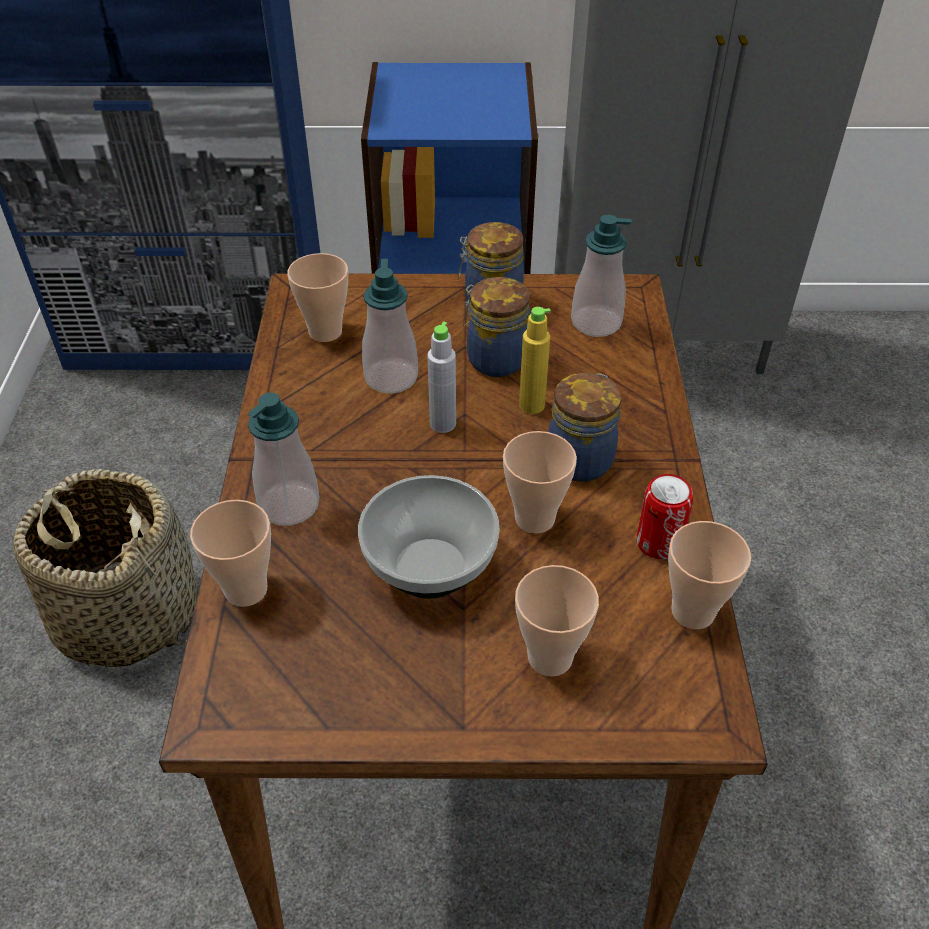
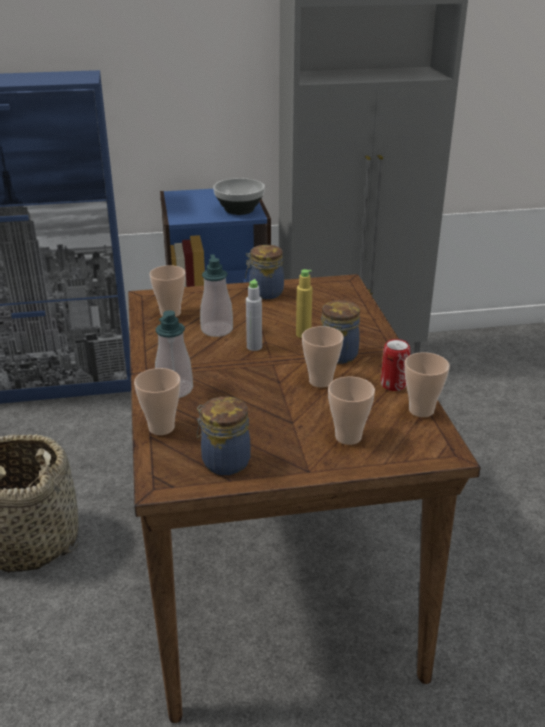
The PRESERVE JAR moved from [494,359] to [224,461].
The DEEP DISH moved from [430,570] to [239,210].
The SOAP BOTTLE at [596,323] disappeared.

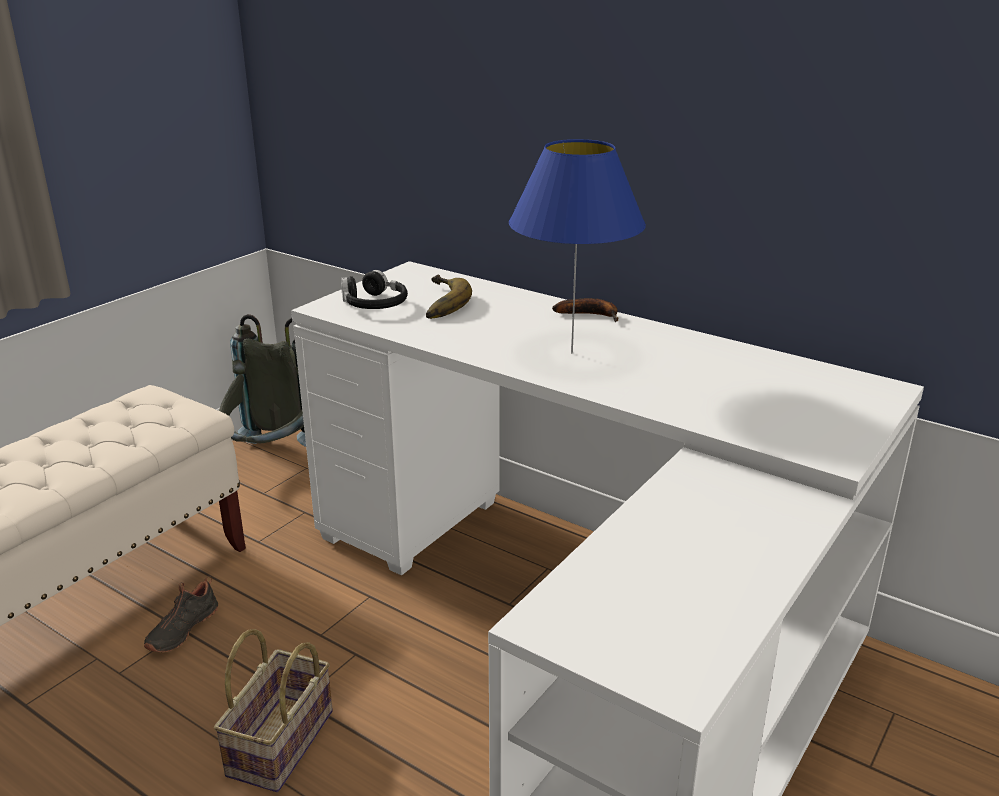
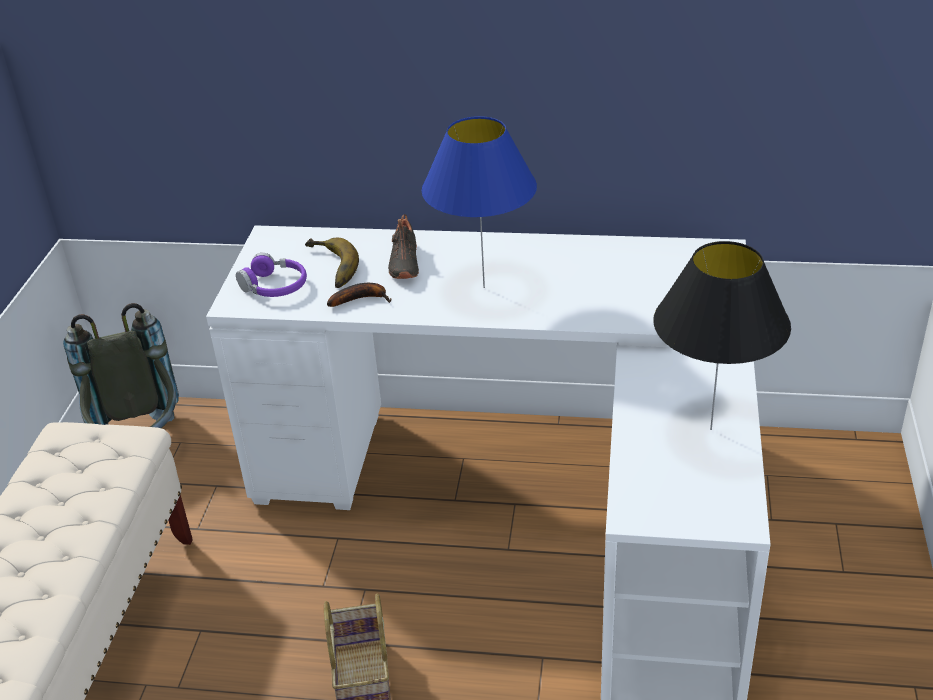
The BLACK-COLOURED HEADPHONES at [374,304] became the PURPLE-COLOURED HEADPHONES at [274,286].
The BANANA FRUIT moved from [591,315] to [361,299].
The BLACK-COLOURED LOW SHOE moved from [181,629] to [403,263].
The BLACK-COLOURED TABLE LAMP at [710,429] appeared.

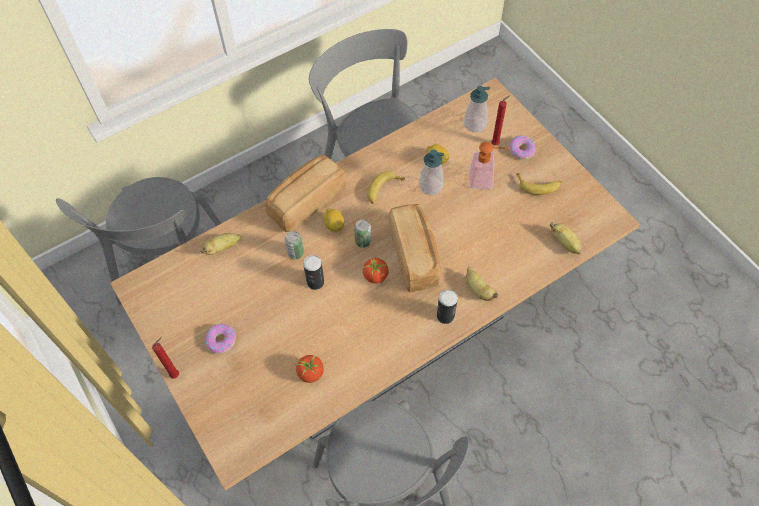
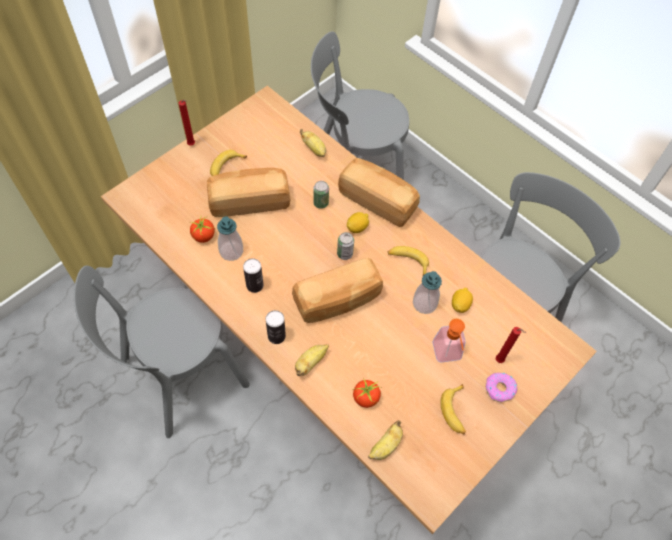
The BAKED BREAD at [249,201] appeared.
The DONUT at [221,340] was replaced by the BANANA FRUIT at [226,167].
The SOAP BOTTLE moved from [475,124] to [231,251].
The SEALED CAN moved from [315,282] to [254,285].
The WHOLE TOMATO moved from [376,276] to [365,398].

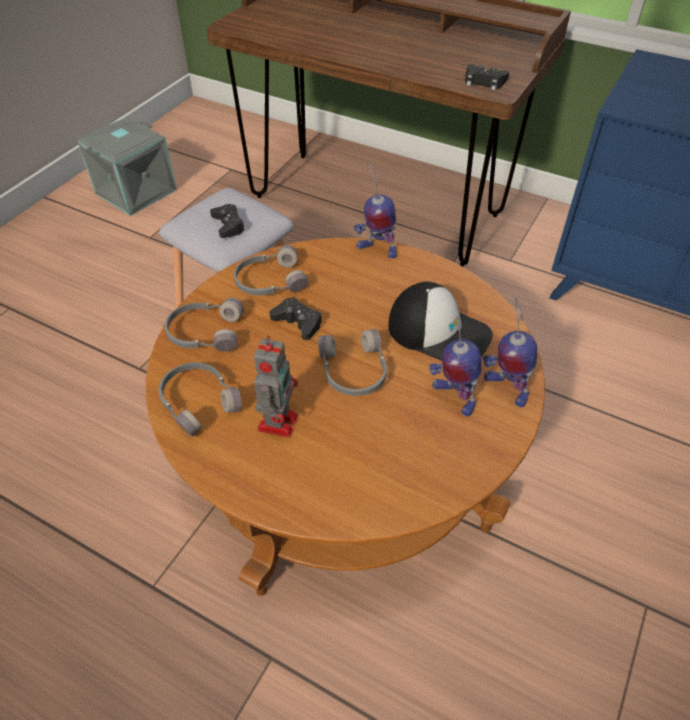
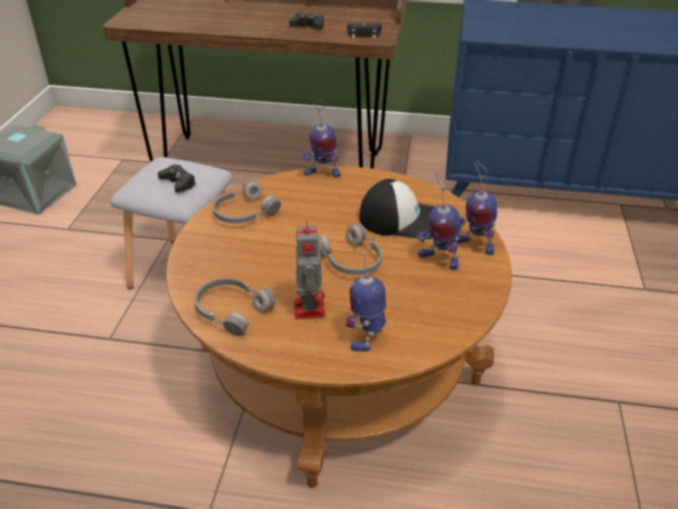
The BLACK-COLOURED GAMEPAD moved from [298,323] to [308,26].
The MODEL ROBOT at [367,335] appeared.
The GREY HEADPHONES at [205,332] disappeared.

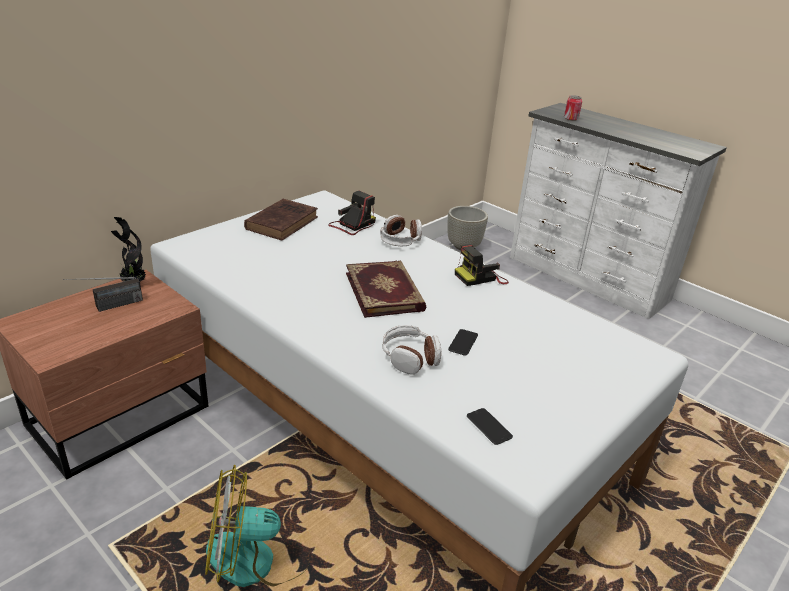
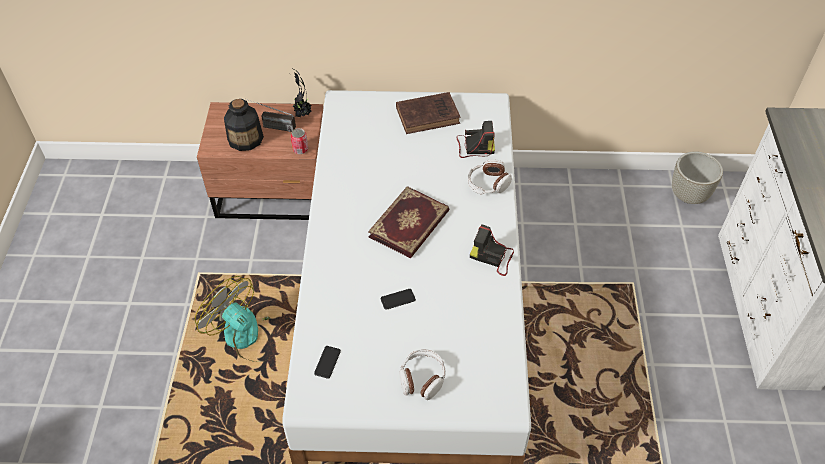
The BOTTLE at [246,139] appeared.
The SEALED CAN moved from [570,119] to [300,149].
The HEADPHONES moved from [410,357] to [422,378].

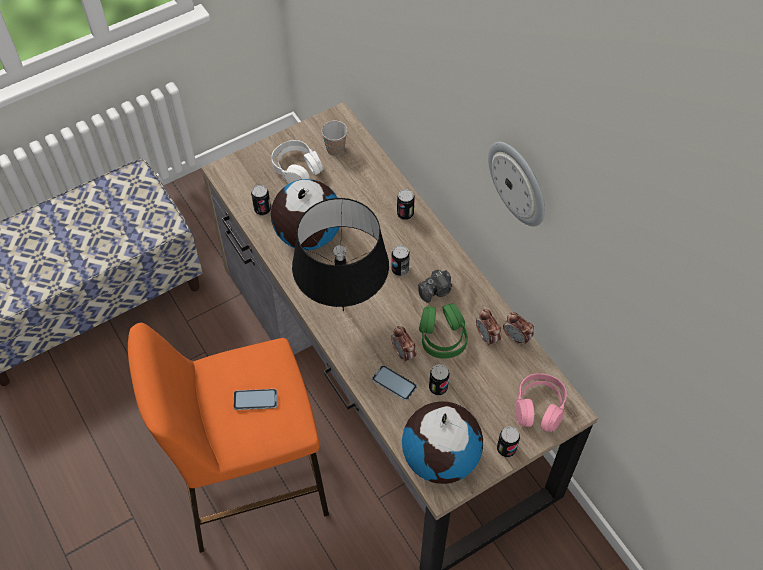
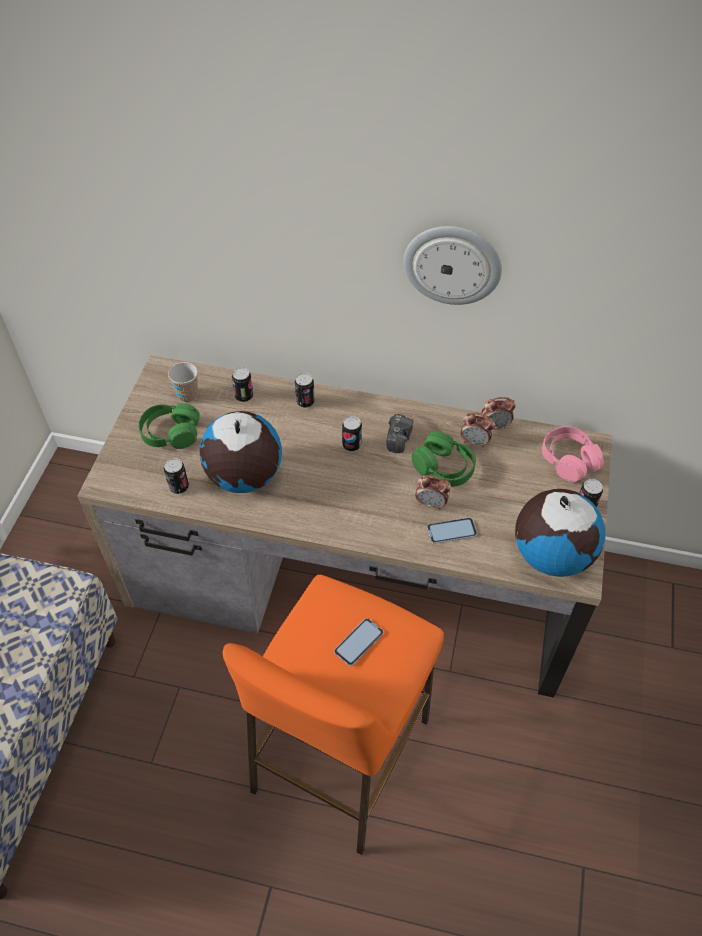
The WHITE HEADPHONES at [296,168] became the GREEN HEADPHONES at [171,433].
The SEALED CAN moved from [438,387] to [244,396].
The BLACK-COLOURED TABLE LAMP at [343,310] disappeared.

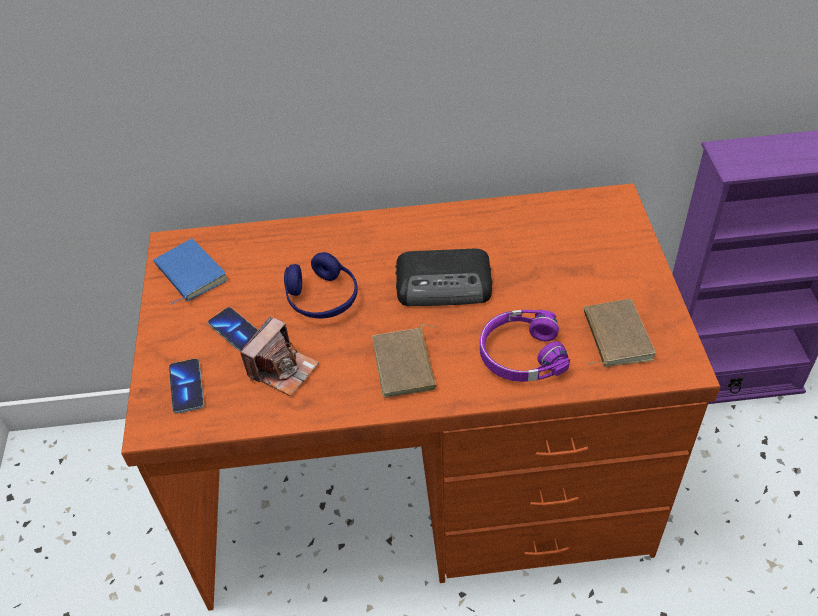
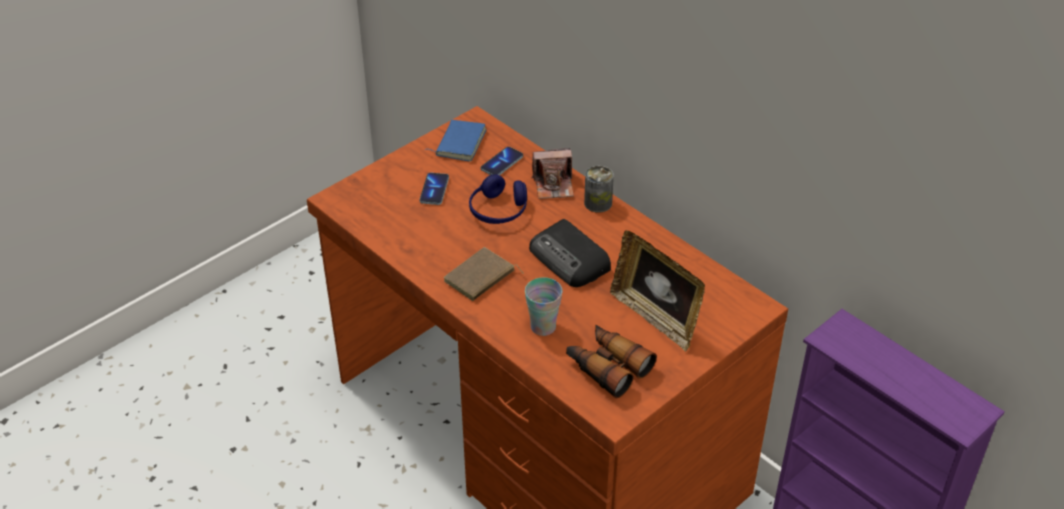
The TELEPHONE moved from [186,387] to [502,163].
The PURPLE-COLOURED HEADPHONES at [520,354] was replaced by the SMALL CUP at [543,327].
The STILL CAMERA moved from [283,369] to [554,185].
The BROWN-COLOURED VOLUME at [614,336] was replaced by the PAIR OF BINOCULARS at [607,367].
The SEALED CAN at [598,203] appeared.
The STANDING FRAME at [655,317] appeared.

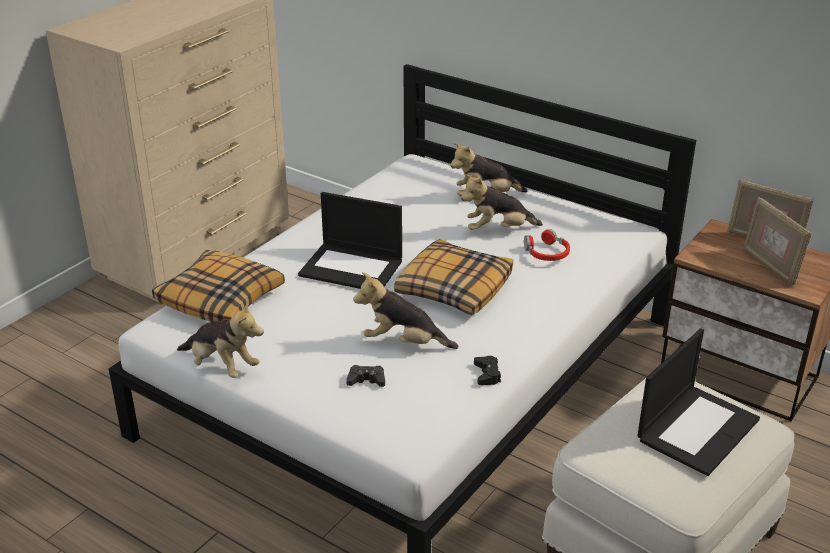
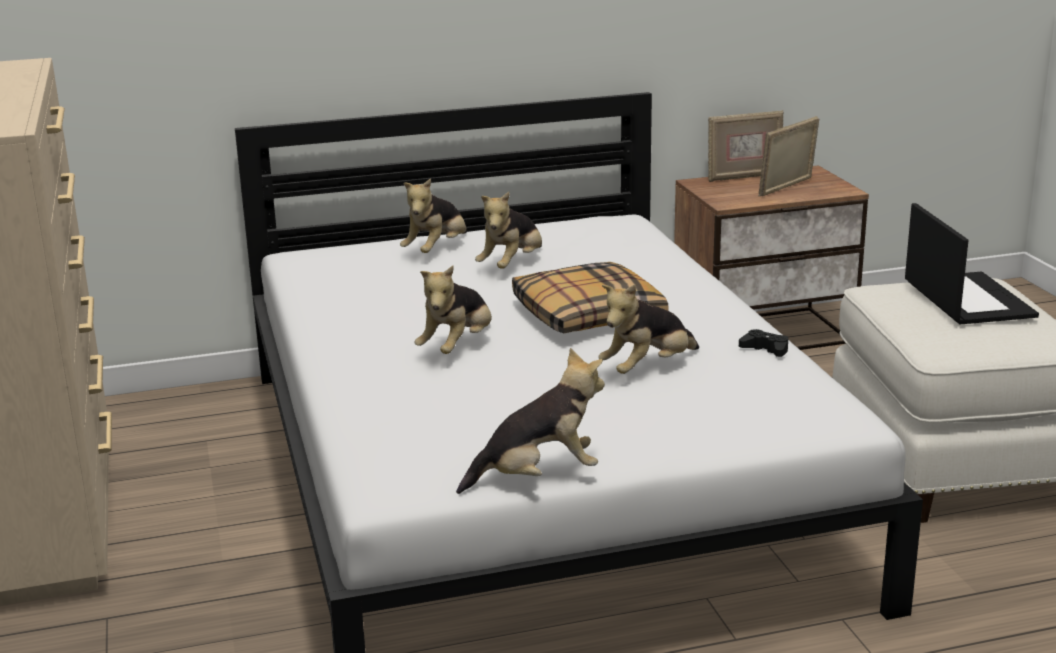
The NOTEBOOK COMPUTER at [352,268] was replaced by the SOFT TOY at [458,347].
The STANDING FRAME at [770,267] turned 120 degrees clockwise.
The PILLOW at [221,299] disappeared.
The BLACK-COLOURED GAMEPAD at [366,380] disappeared.
The RED-COLOURED HEADPHONES at [546,253] disappeared.

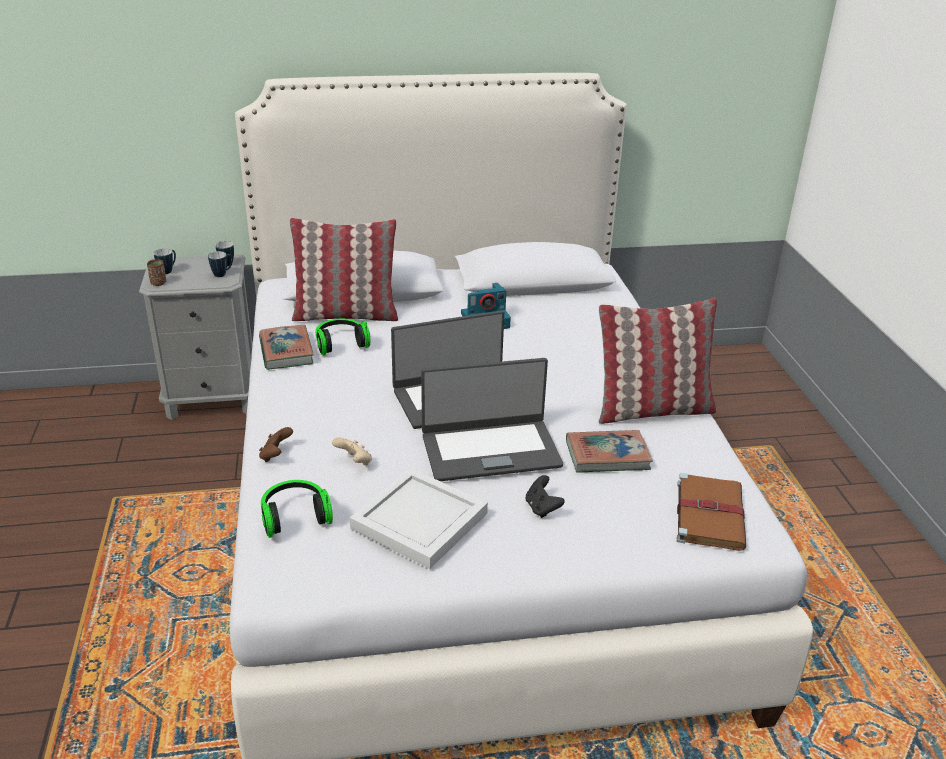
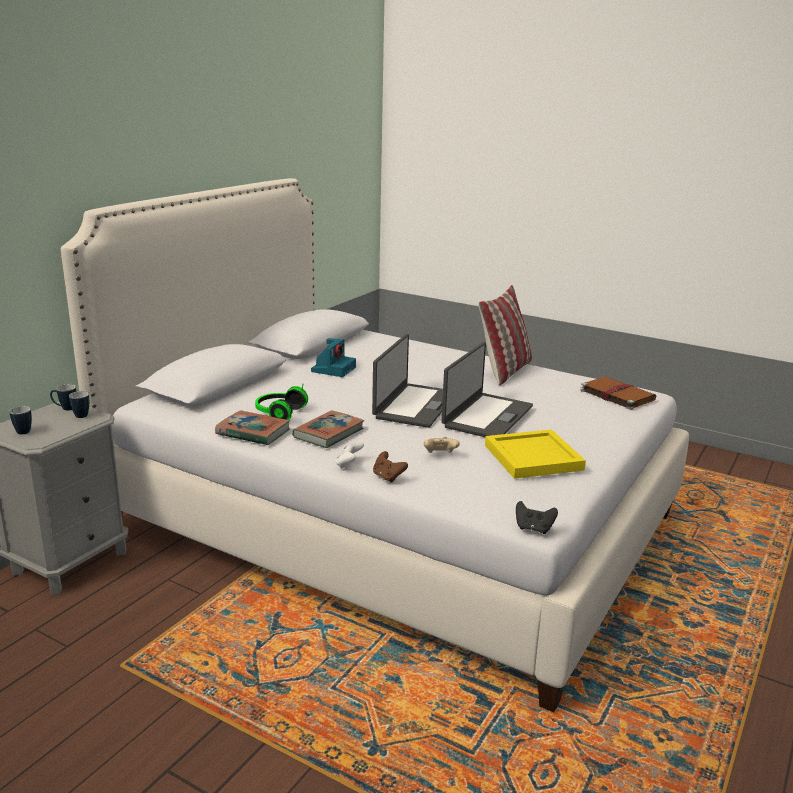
The VOLUME moved from [607,456] to [328,433].
The WHITE GAMEPAD at [349,465] appeared.
The WHITE SERVING TRAY at [417,521] became the YELLOW SERVING TRAY at [532,458].
The BLACK-COLOURED GAMEPAD moved from [542,508] to [533,528].
The BROWN-COLOURED SMALL CUP at [158,283] disappeared.
The HEADPHONES at [295,516] disappeared.
The PILLOW at [346,314] disappeared.

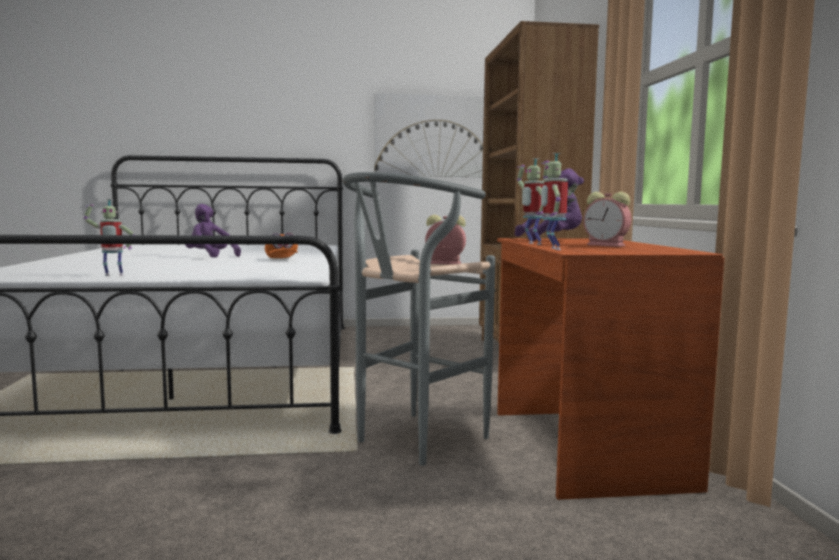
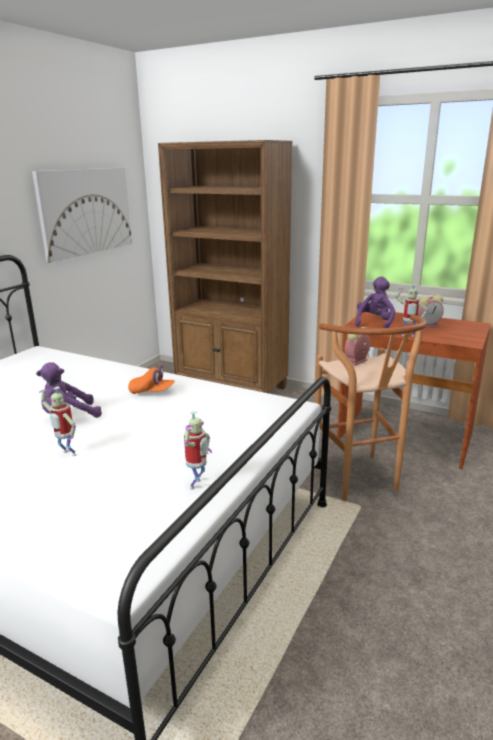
The MODEL ROBOT moved from [552,249] to [67,454].
The GREY STOOL at [412,442] became the BROWN-COLOURED STOOL at [360,482].

